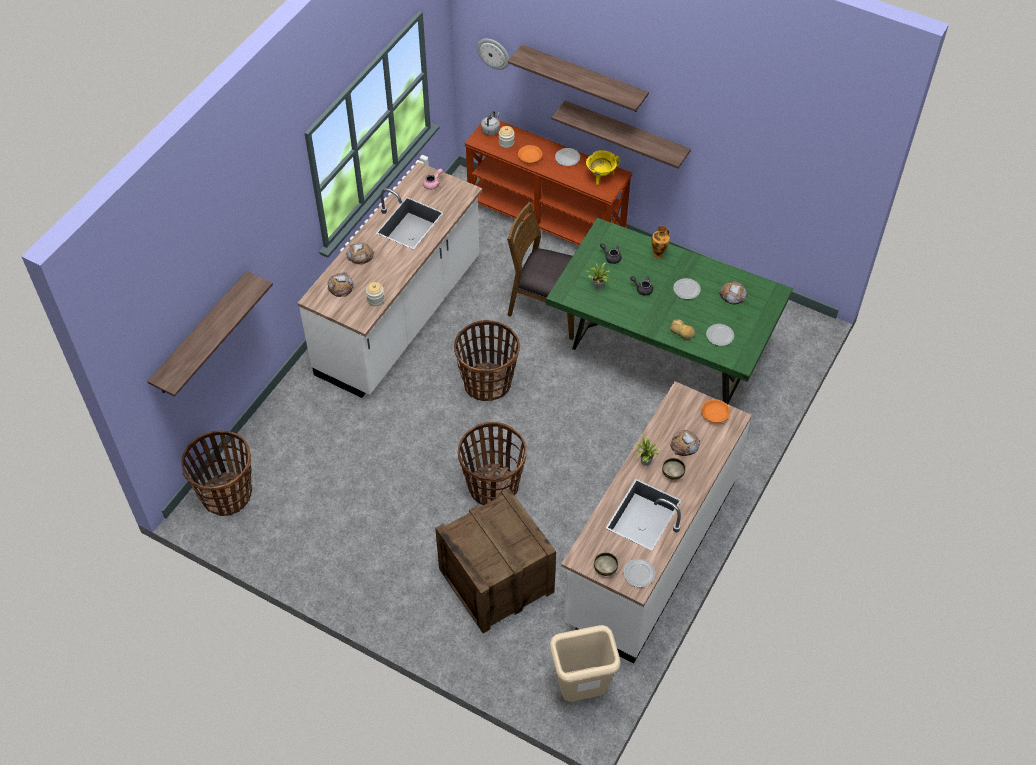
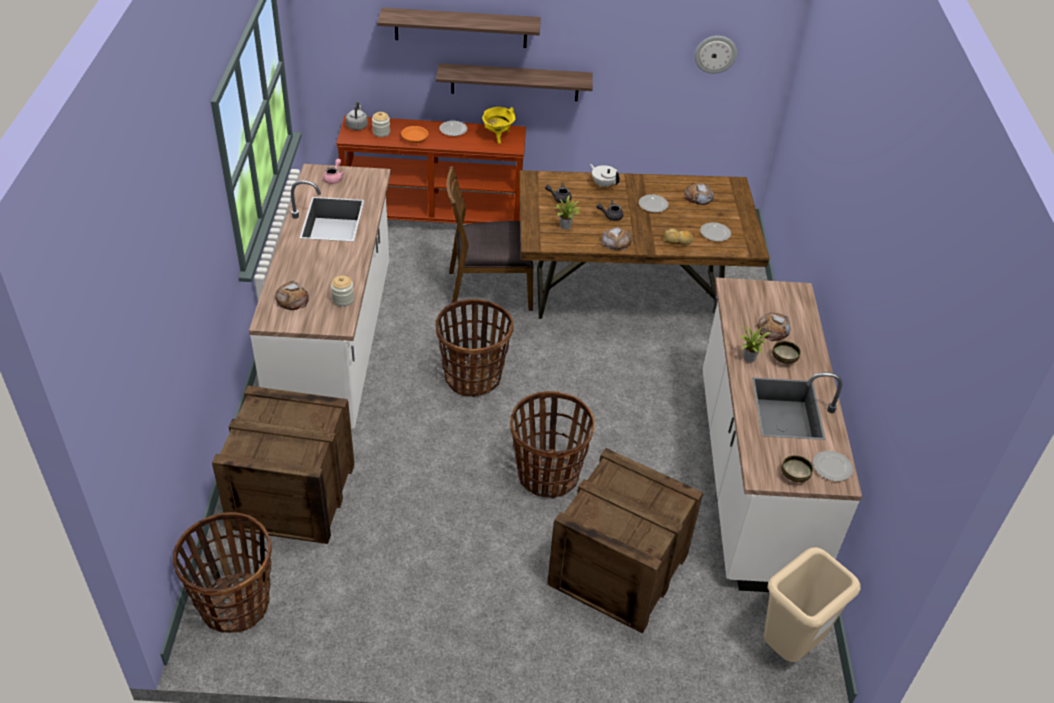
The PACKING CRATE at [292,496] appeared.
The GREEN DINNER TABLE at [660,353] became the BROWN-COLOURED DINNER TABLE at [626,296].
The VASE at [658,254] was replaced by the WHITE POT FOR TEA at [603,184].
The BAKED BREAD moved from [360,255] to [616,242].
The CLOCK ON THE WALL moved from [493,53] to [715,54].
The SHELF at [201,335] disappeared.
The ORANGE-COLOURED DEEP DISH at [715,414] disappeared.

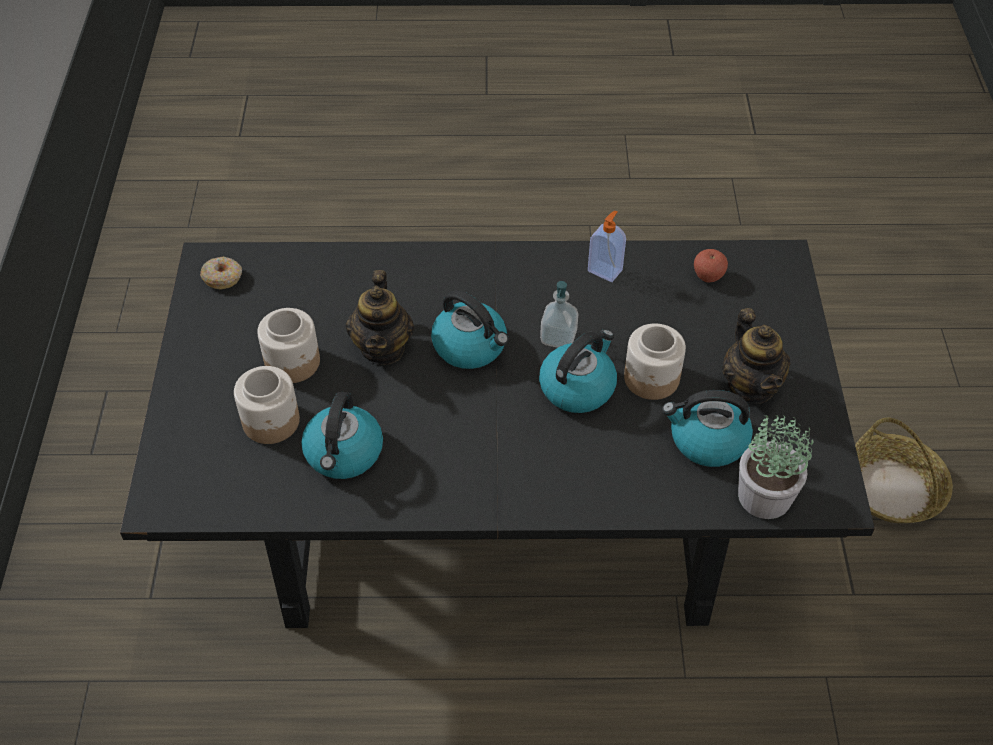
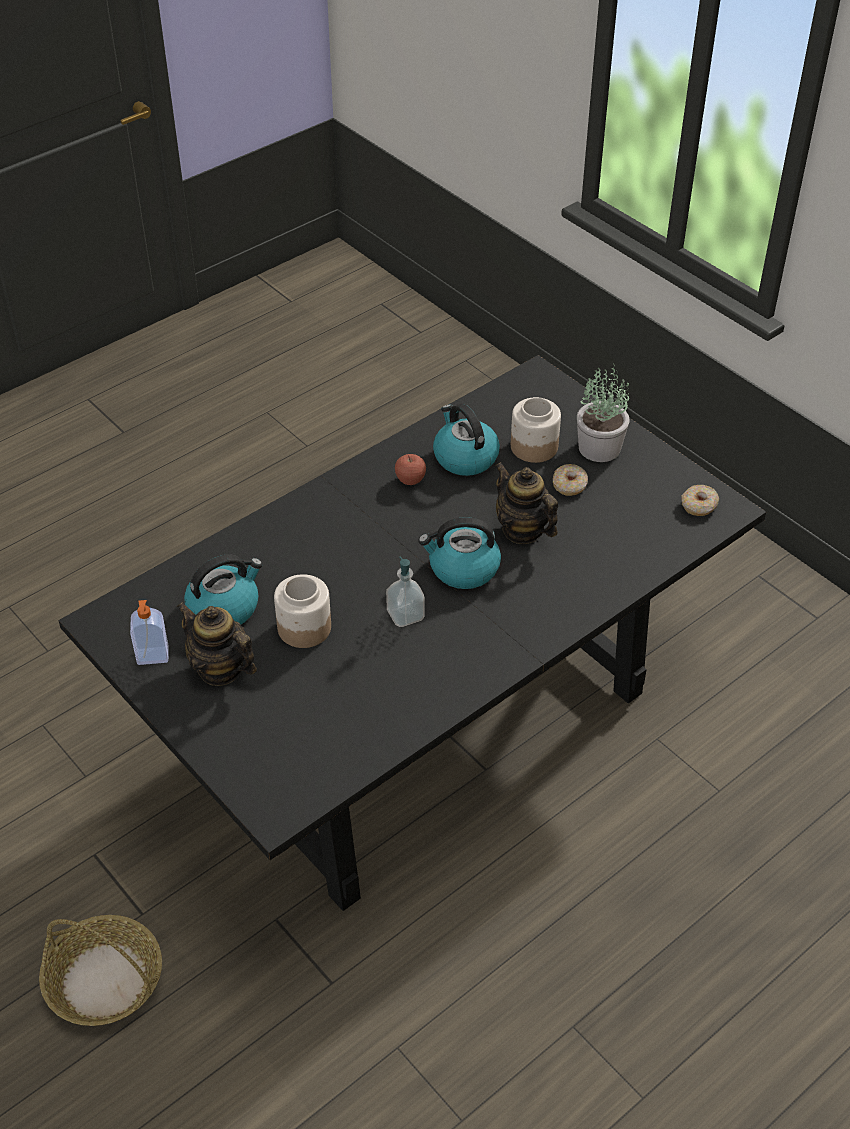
The SOAP BOTTLE moved from [605,270] to [153,656].
The APPLE FRUIT moved from [708,276] to [410,480].
The PRESERVE JAR at [293,362] was replaced by the DONUT at [569,485].
The PLANT IN A POT moved from [764,497] to [599,447].
The WATER KETTLE at [577,387] disappeared.

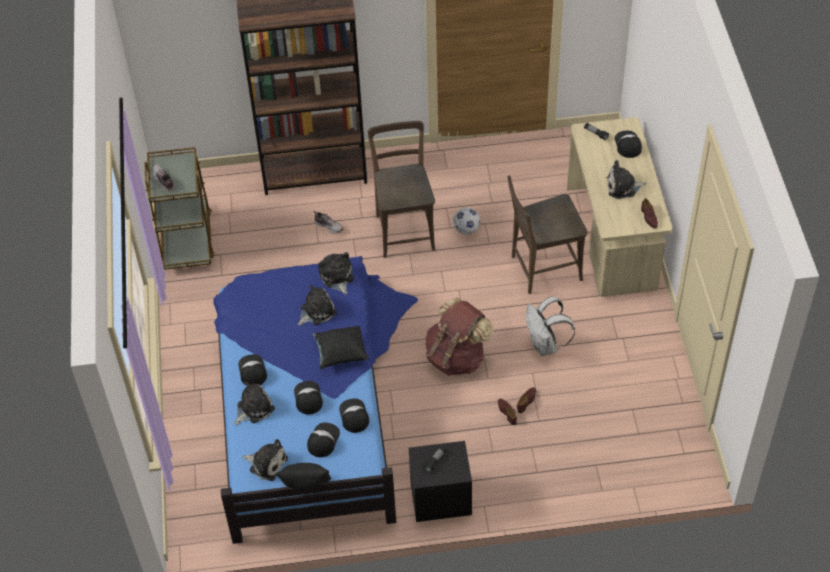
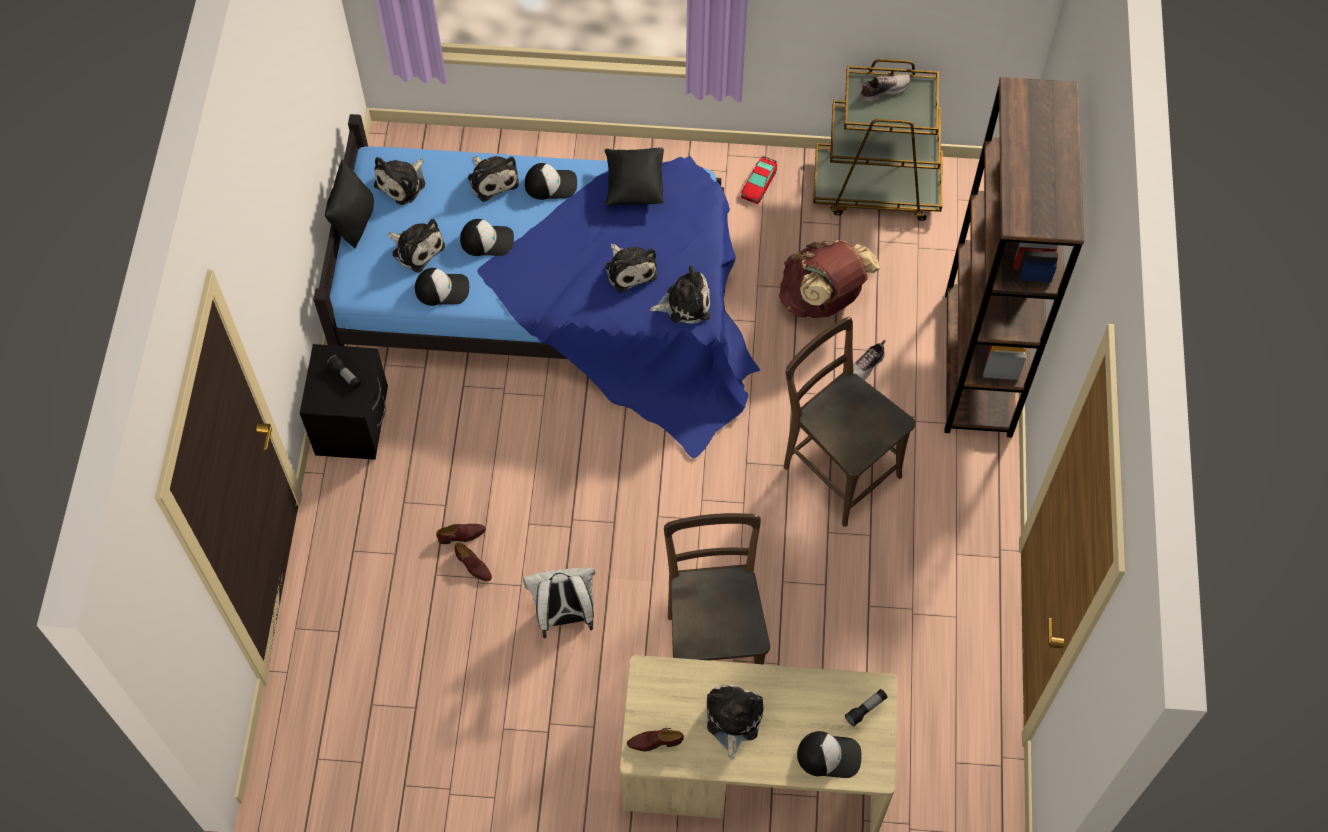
The CAP at [323,440] was replaced by the SOFT TOY at [416,248].
The BLACK-COLOURED PILLOW moved from [340,354] to [634,186].
The MINIATURE CAR at [758,183] appeared.
The BROWN-COLOURED RUCKSACK moved from [456,357] to [822,300].
The BROWN-COLOURED PLAIN CHAIR at [404,229] turned 135 degrees counterclockwise.
The FOOTBALL at [466,229] disappeared.

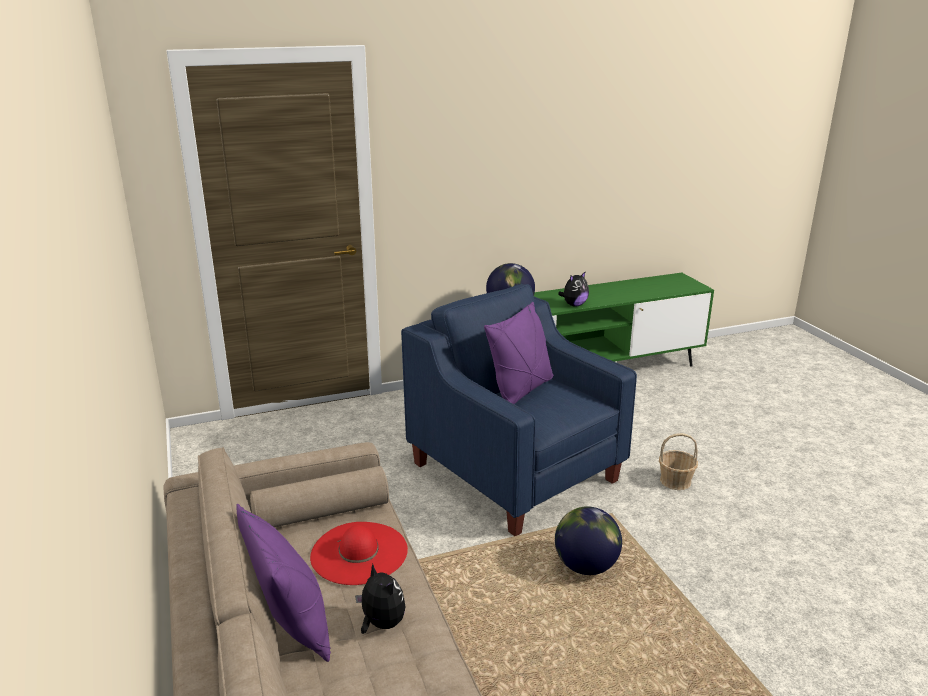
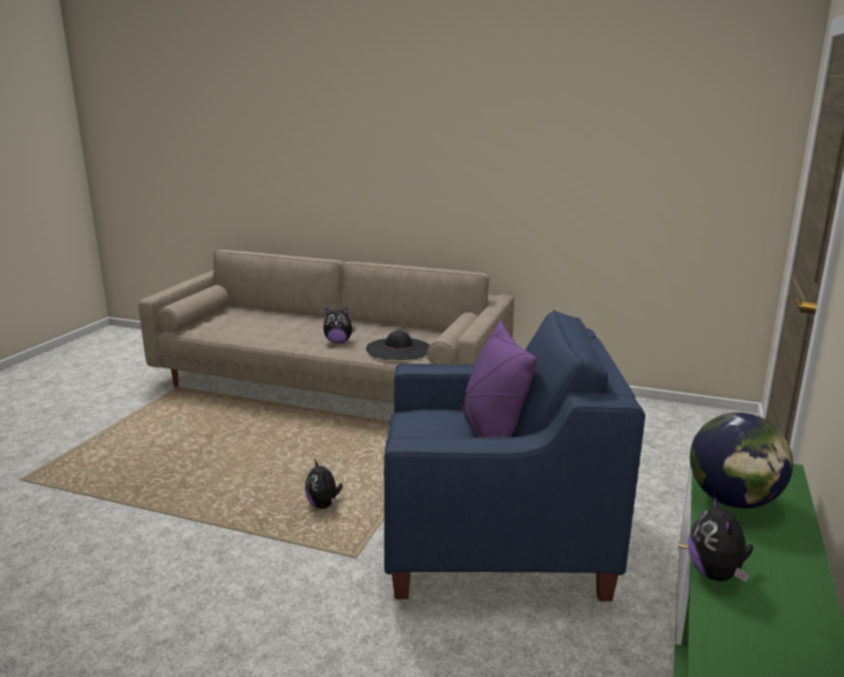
The GLOBE at [585,566] was replaced by the SOFT TOY at [324,505].
The RED-COLOURED CLOTHING HAT at [359,552] became the BLACK-COLOURED CLOTHING HAT at [398,349].
The PURPLE-COLOURED PILLOW at [292,625] disappeared.
The STORAGE BASKET at [675,481] disappeared.

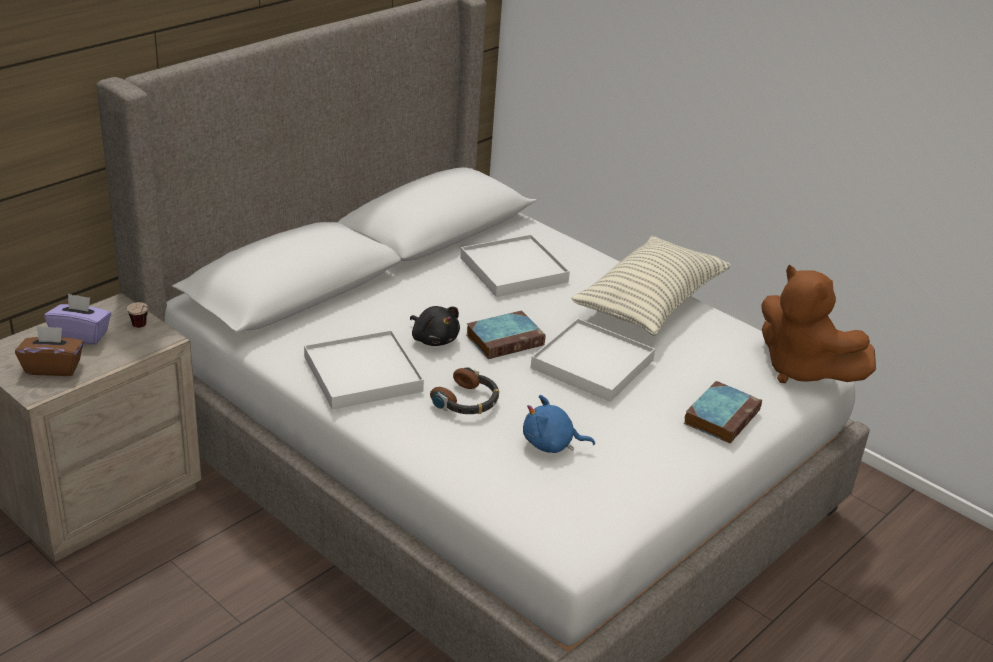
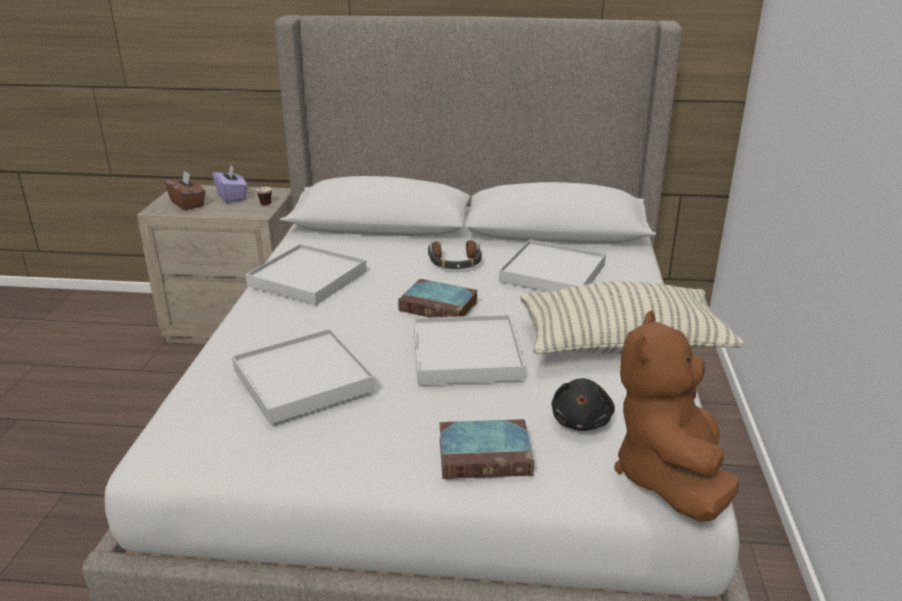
The BLUE-COLOURED SOFT TOY at [551,444] was replaced by the WHITE SERVING TRAY at [302,380].
The HEADPHONES moved from [467,401] to [455,263].
The BLACK-COLOURED SOFT TOY moved from [434,339] to [581,421].

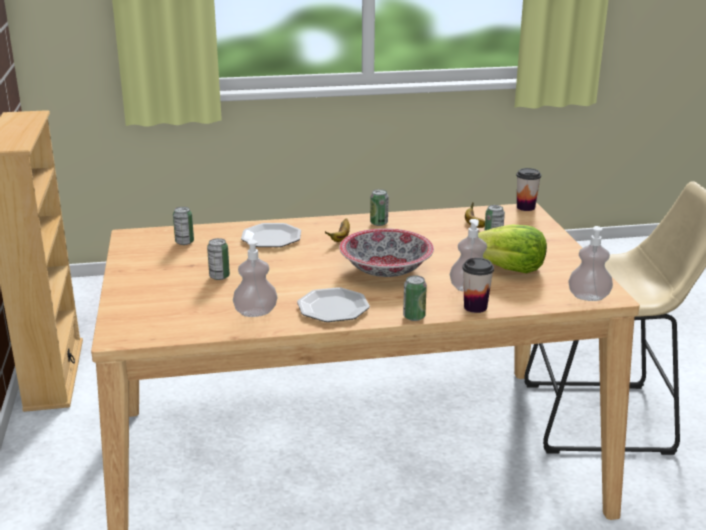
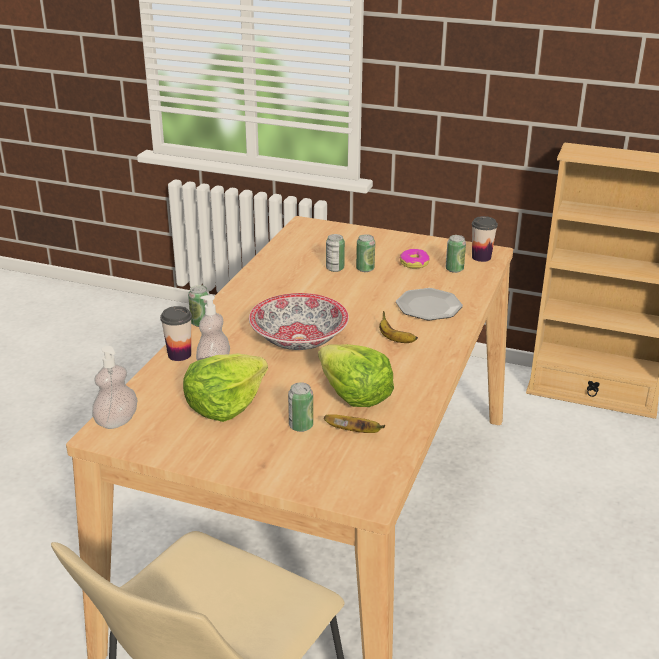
The LETTUCE HEAD at [354,395] appeared.
The SEALED CAN moved from [379,223] to [335,268].
The DONUT at [414,263] appeared.
The SMALL CUP moved from [525,207] to [481,257].
The SOAP BOTTLE at [255,313] disappeared.
The FLAT DISH at [334,308] disappeared.

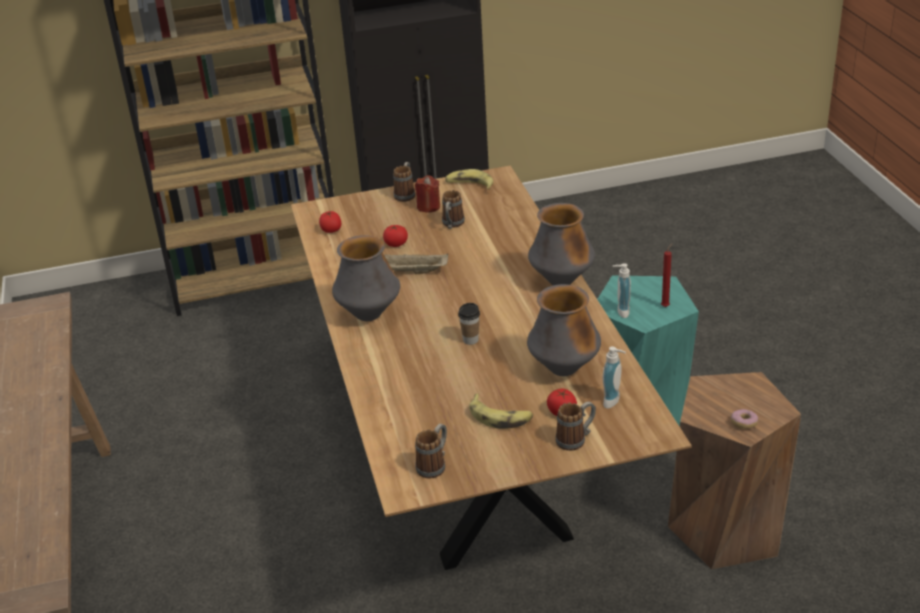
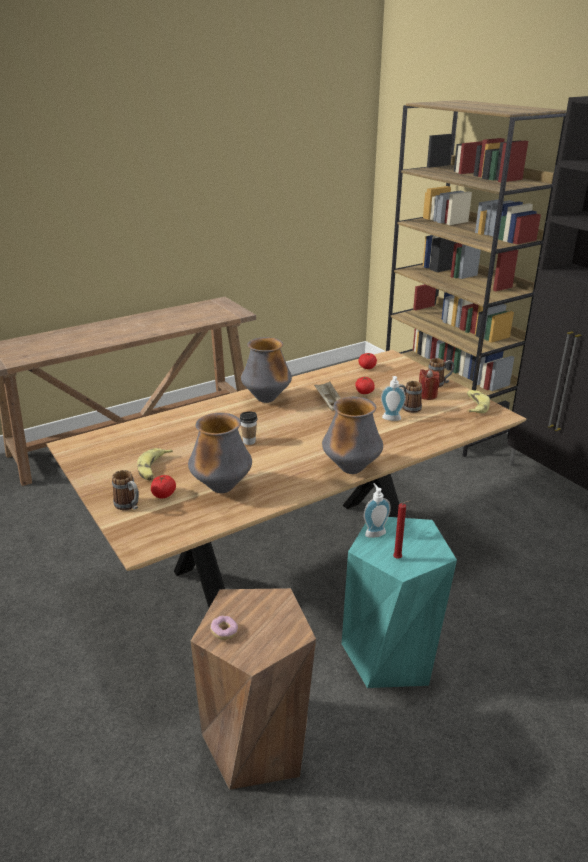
The SOAP BOTTLE moved from [614,401] to [391,419].
The COFFEE MUG at [434,465] disappeared.

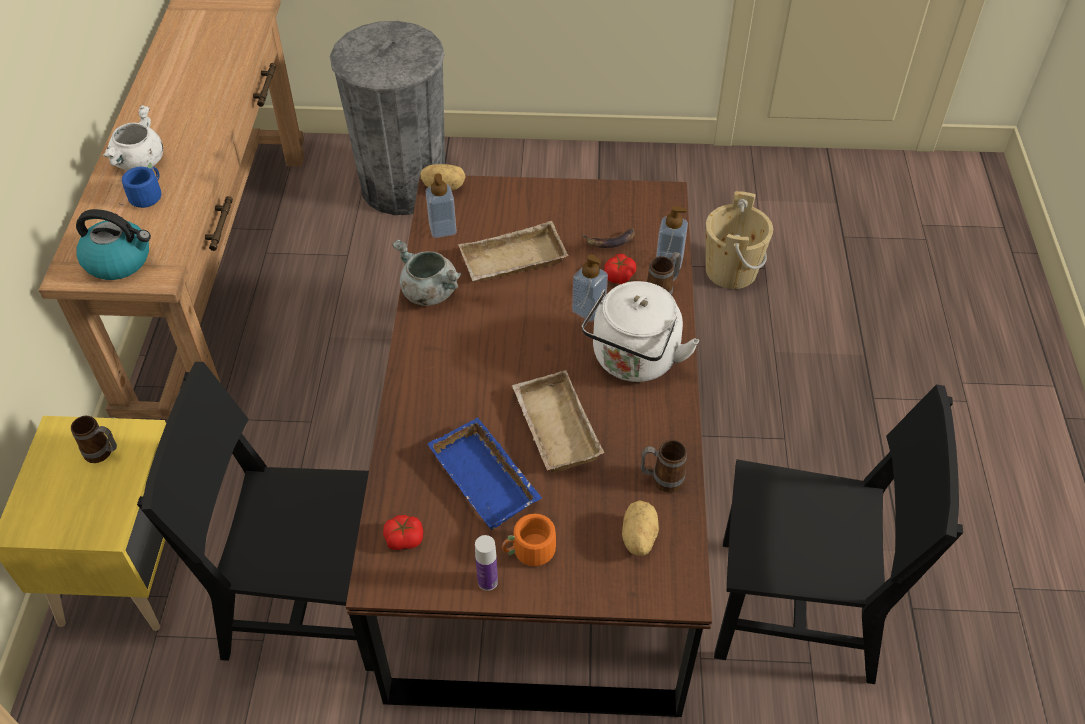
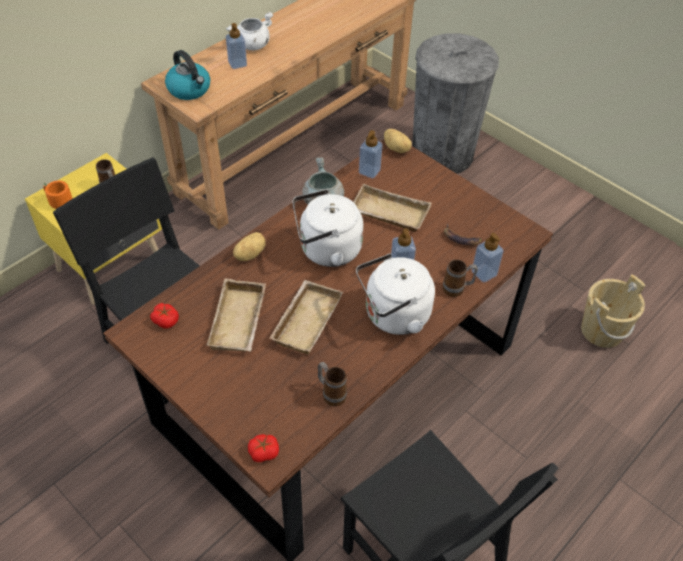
The ORANGE-COLOURED COFFEE MUG moved from [530,553] to [58,202].
The BLUE-COLOURED SERVING TRAY at [488,478] became the SAND-COLOURED SERVING TRAY at [240,321].
The BLUE-COLOURED COFFEE MUG at [146,195] was replaced by the SOAP BOTTLE at [237,64].
The SPUD moved from [637,537] to [249,254].
The WHOLE TOMATO moved from [619,275] to [263,452].
The WHITE WATER KETTLE at [326,250] appeared.
The BOTTLE at [487,581] disappeared.

